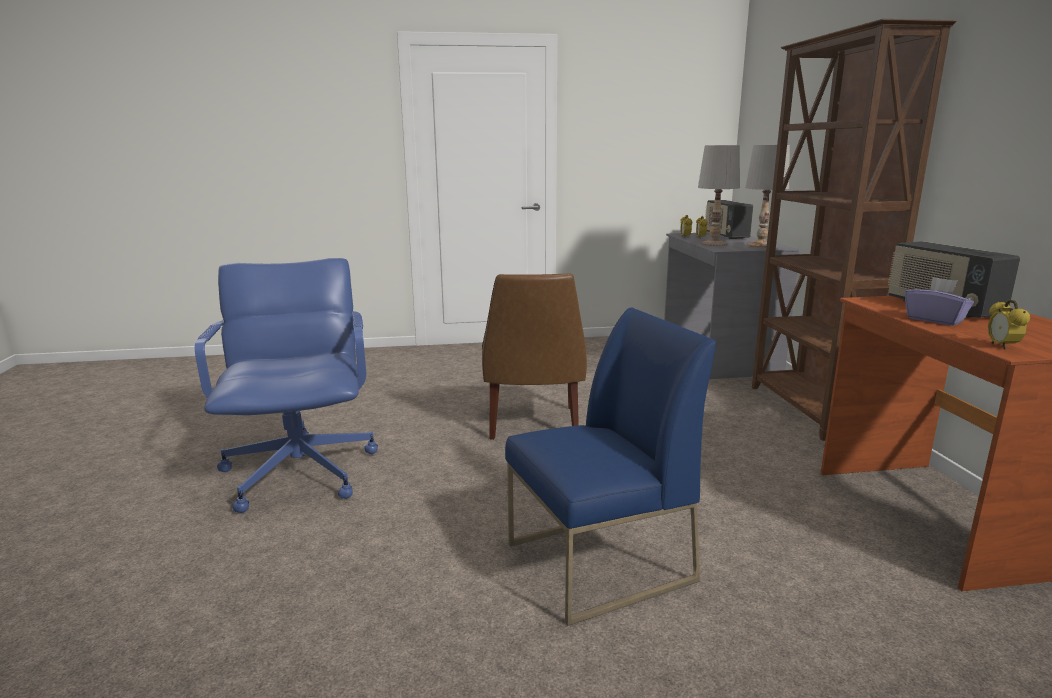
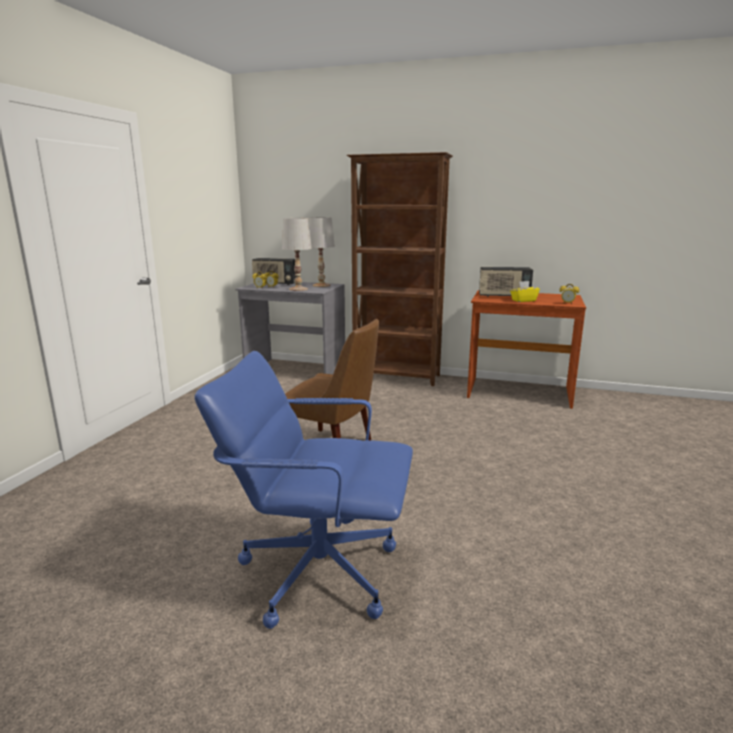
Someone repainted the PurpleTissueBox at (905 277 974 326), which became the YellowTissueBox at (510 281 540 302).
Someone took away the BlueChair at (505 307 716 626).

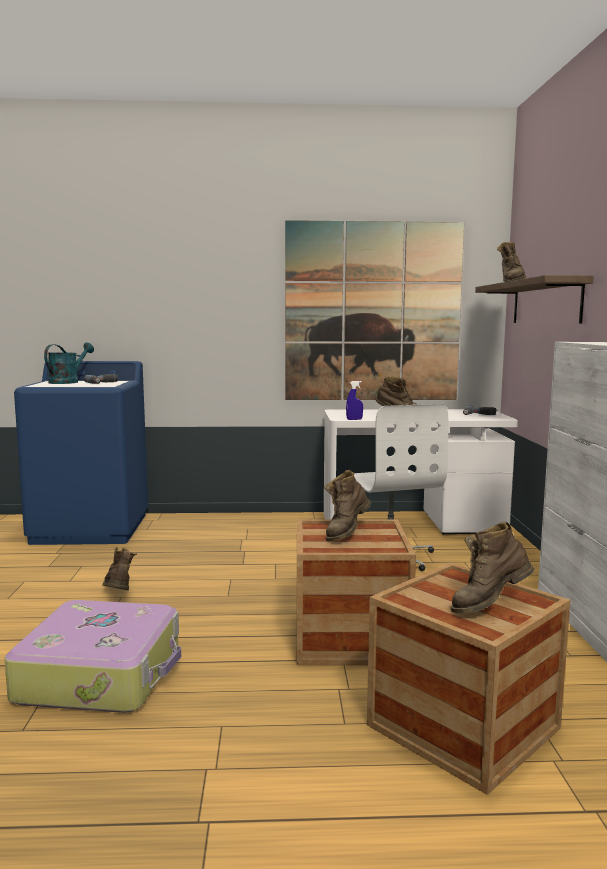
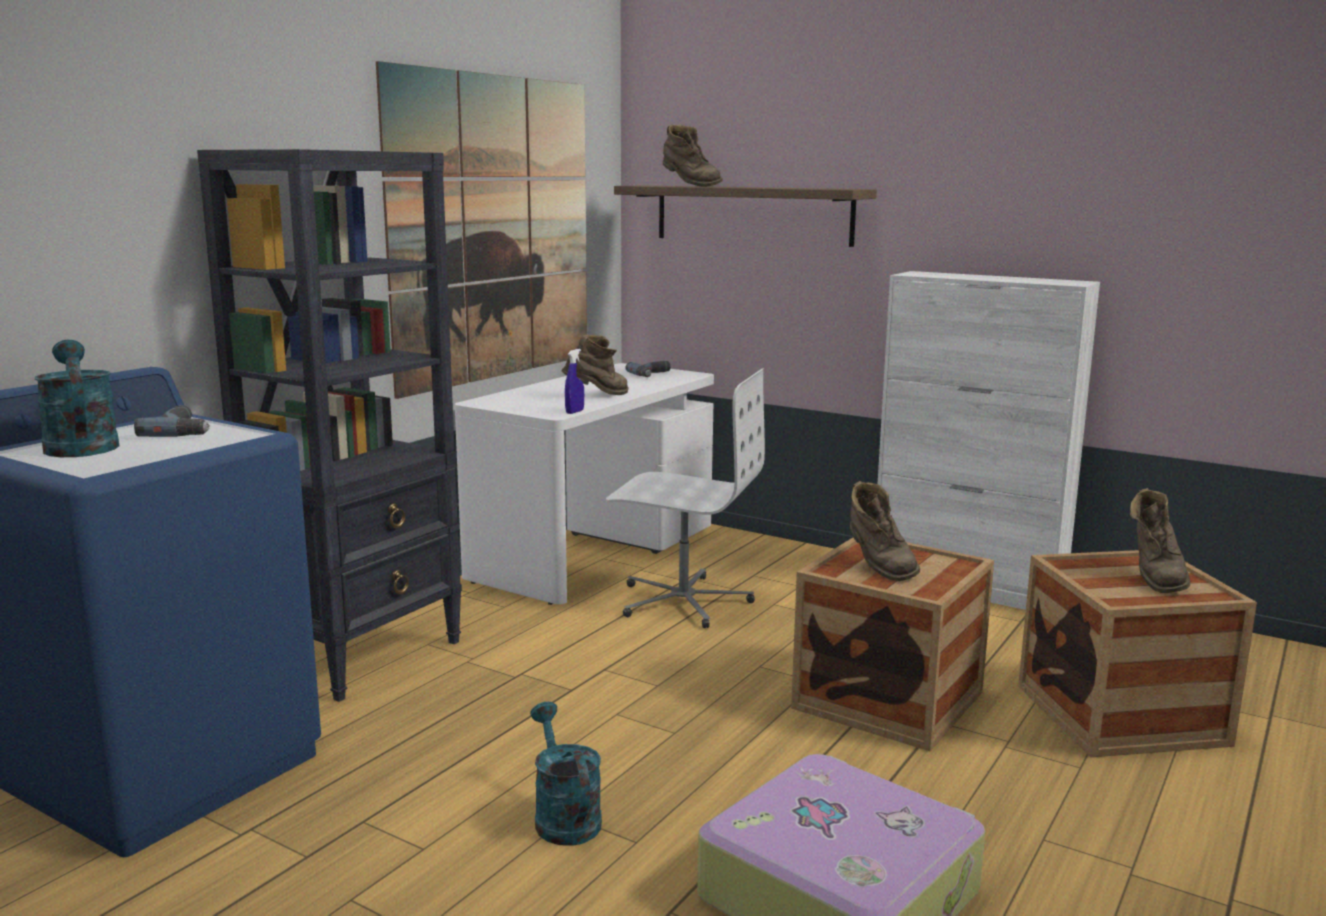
Someone swapped the BrownBoot at (102 547 137 591) for the TurquoiseWateringCan at (530 702 602 846).
Someone put down the BlackBookcase at (197 149 462 702).

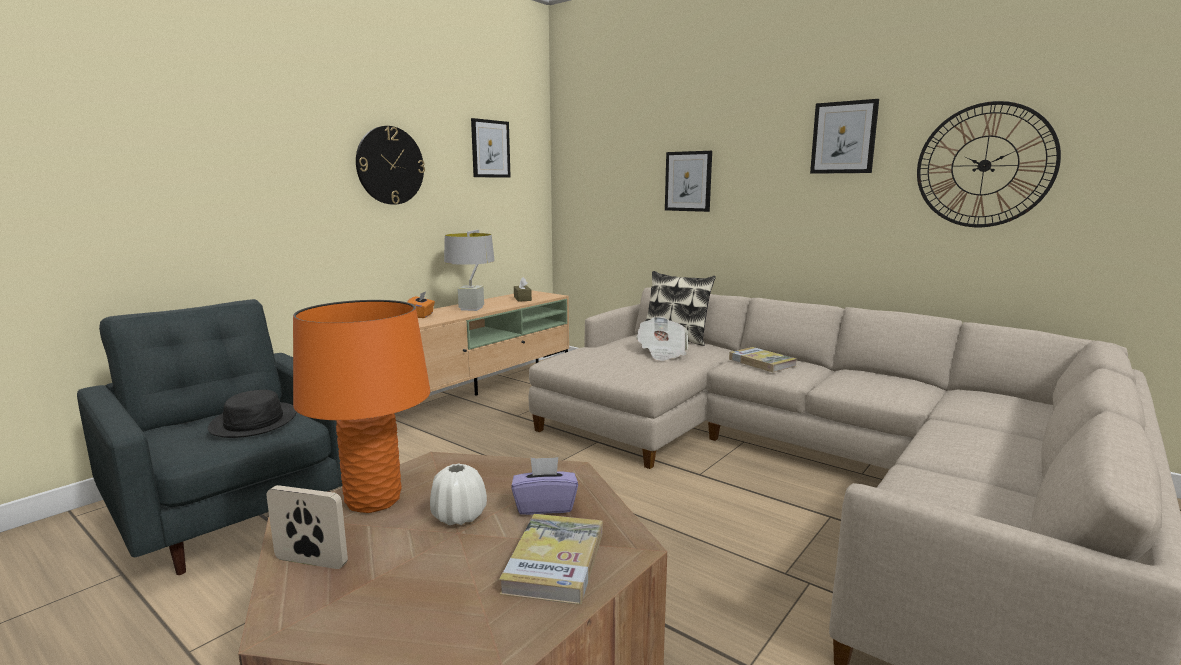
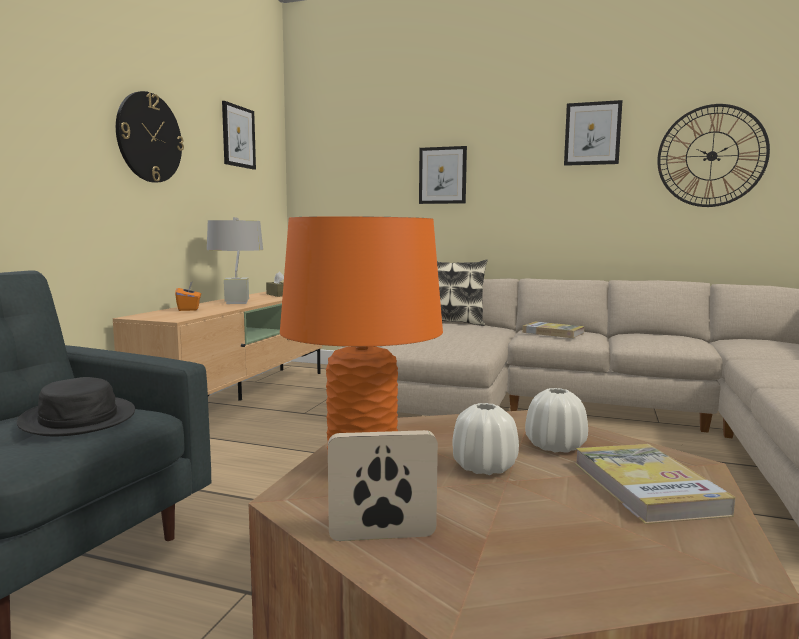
Someone took away the Newspaper at (636 316 688 361).
Someone swapped the PurpleTissueBox at (511 457 578 515) for the WhiteVase at (525 388 588 453).

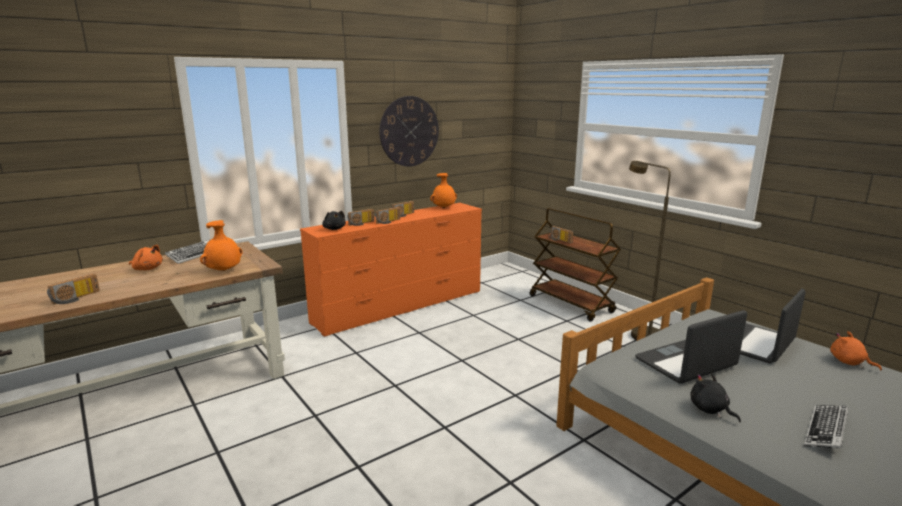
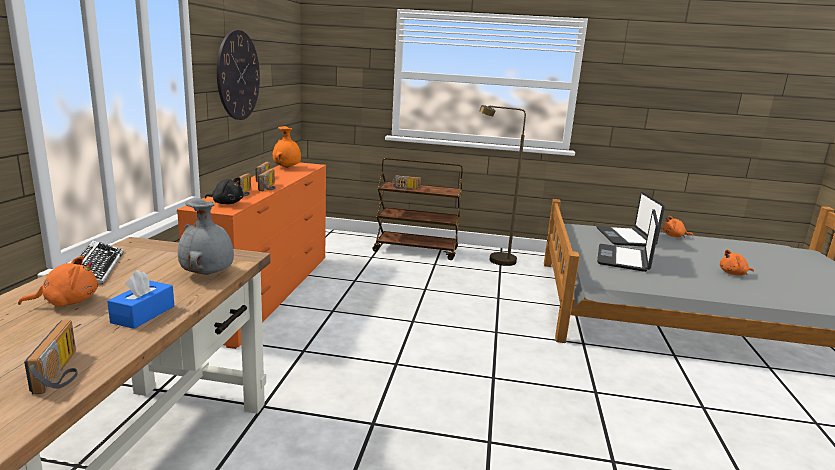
Someone repainted the OrangeVase at (200 220 243 271), which became the GreyVase at (178 198 234 275).
Someone took away the BlackPlushToy at (690 373 741 422).
Someone swapped the Keyboard at (804 405 849 449) for the OrangePlushToy at (720 249 754 275).
Someone put down the BlueTissueBox at (107 270 174 329).

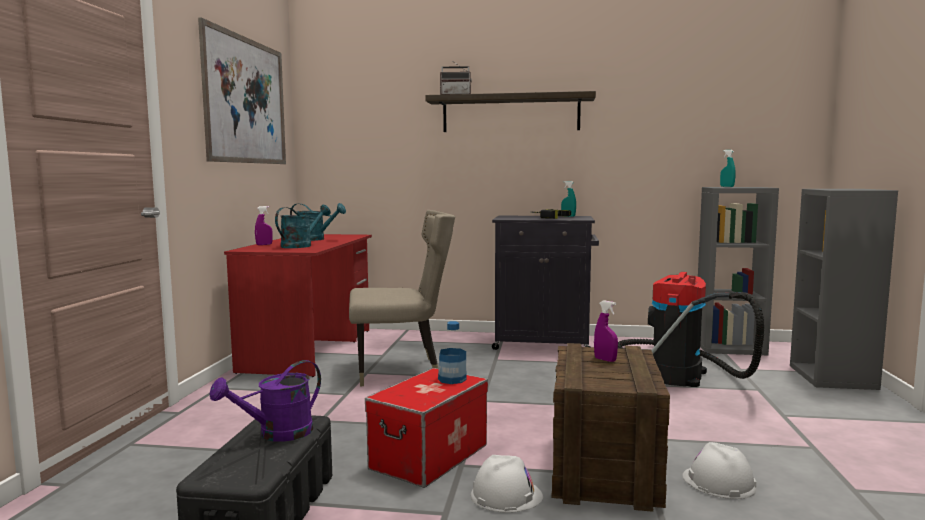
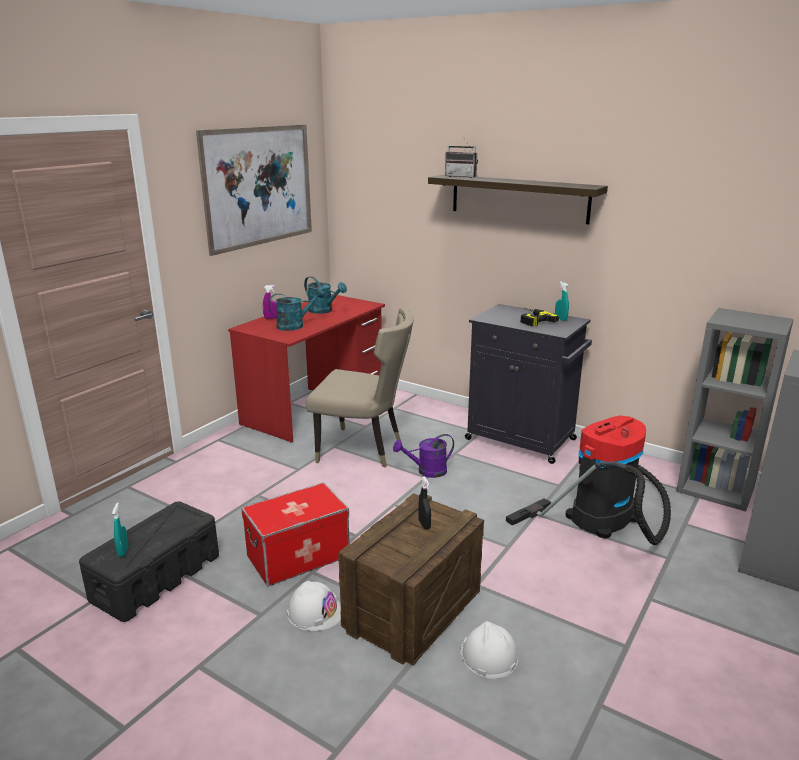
Someone carried the TurquoiseSprayBottle from (720 150 736 187) to (112 503 129 557).
Someone repainted the PurpleSprayBottle at (594 300 618 362), which became the BlackSprayBottle at (418 476 431 530).
Someone took away the Bottle at (438 321 466 384).
Someone carried the PurpleWateringCan from (210 360 321 442) to (393 434 454 478).

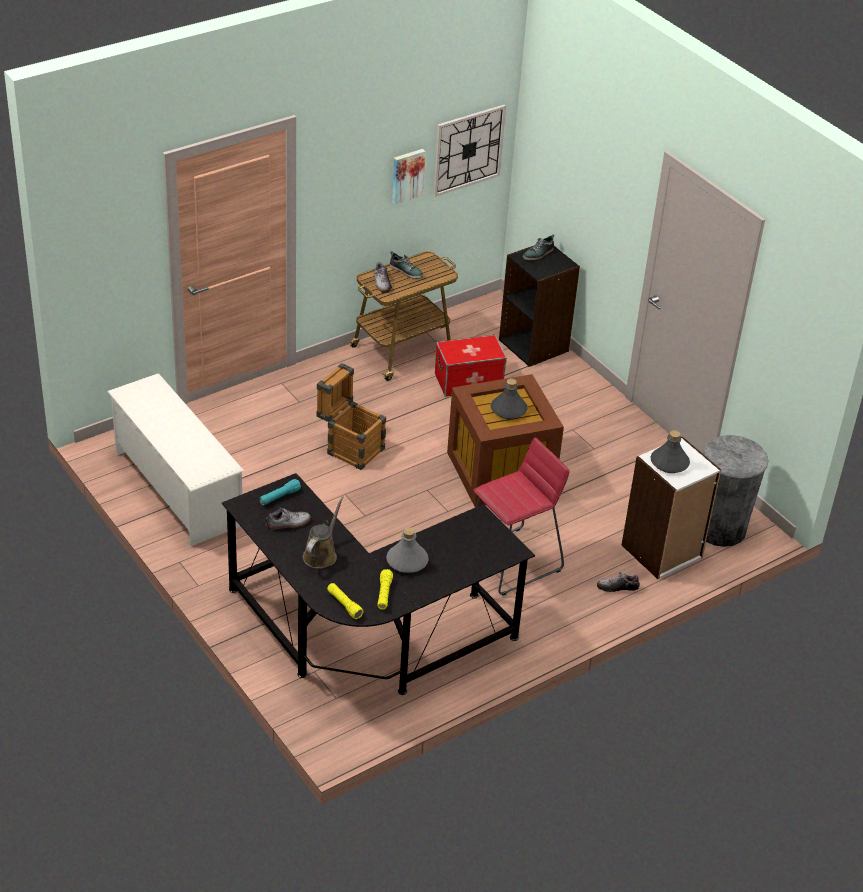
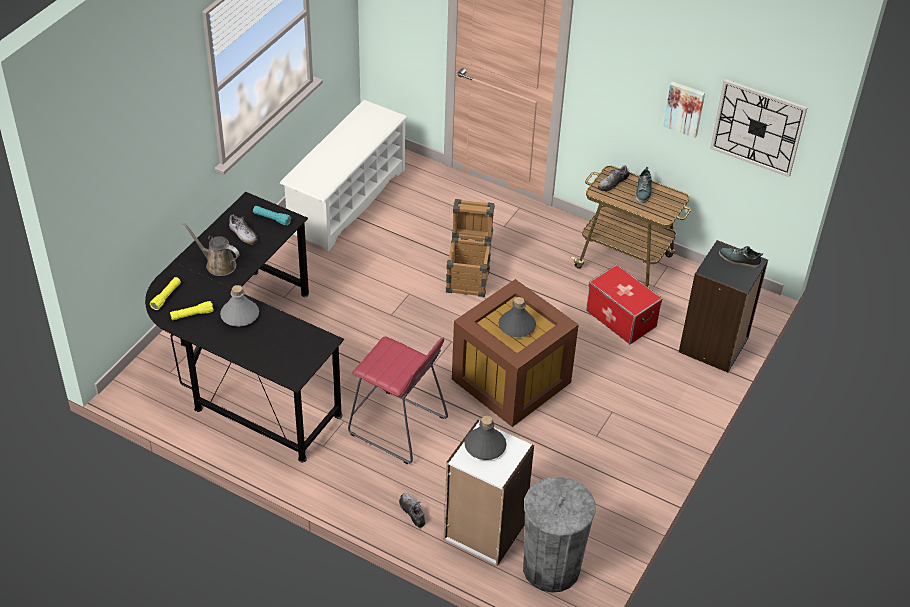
Someone rotated the BrownWateringCan at (303 496 344 569) by 150 degrees counterclockwise.

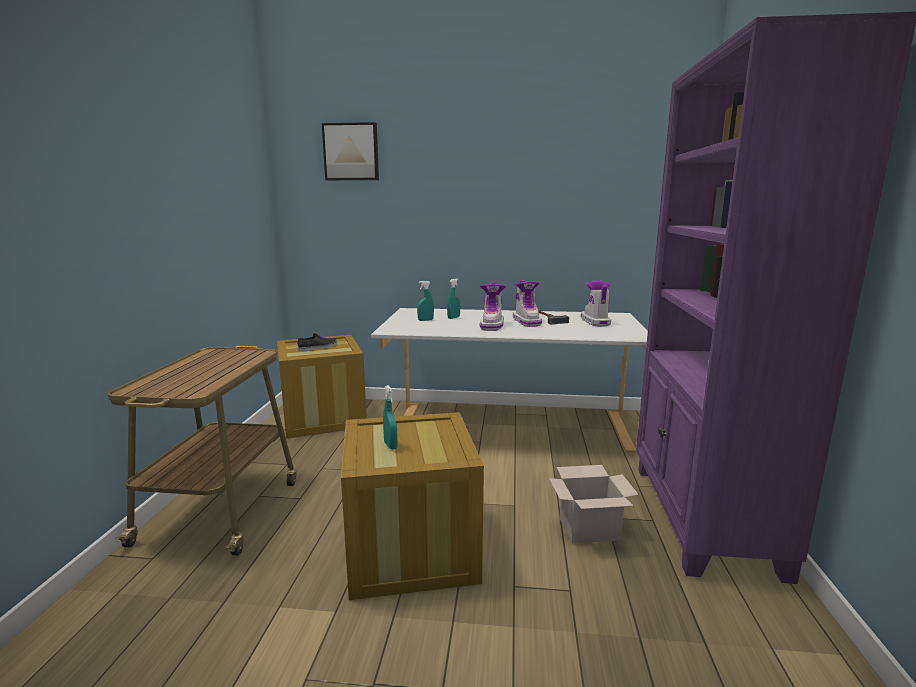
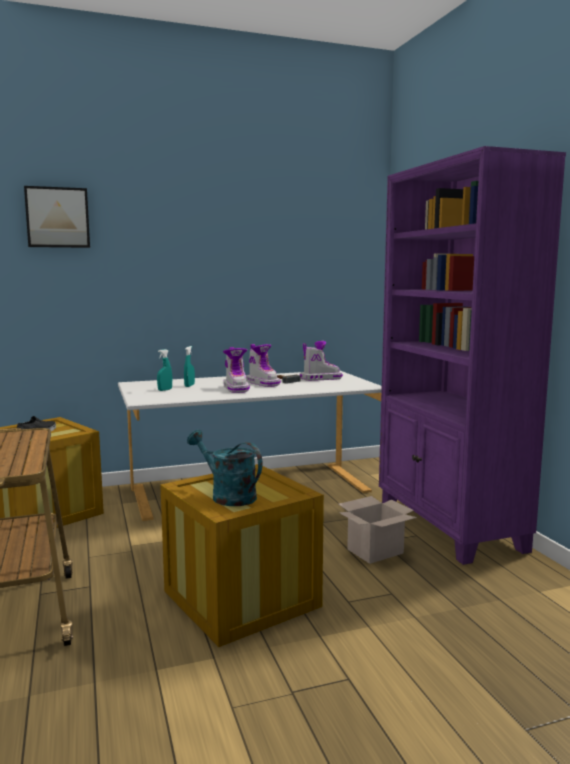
Someone rotated the Boot at (581 280 611 326) by 105 degrees clockwise.
Someone swapped the TurquoiseSprayBottle at (383 385 398 450) for the TurquoiseWateringCan at (187 430 263 506).

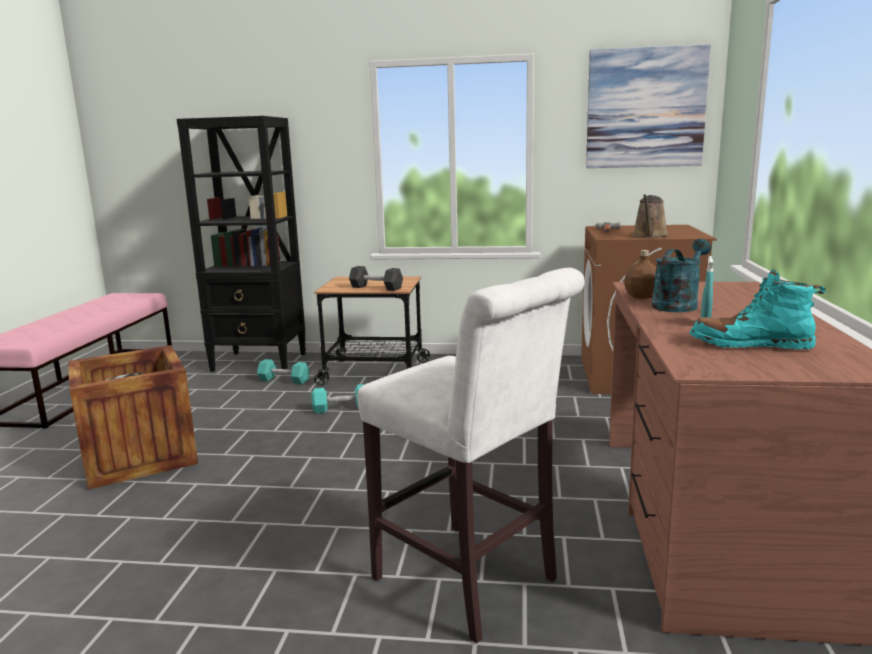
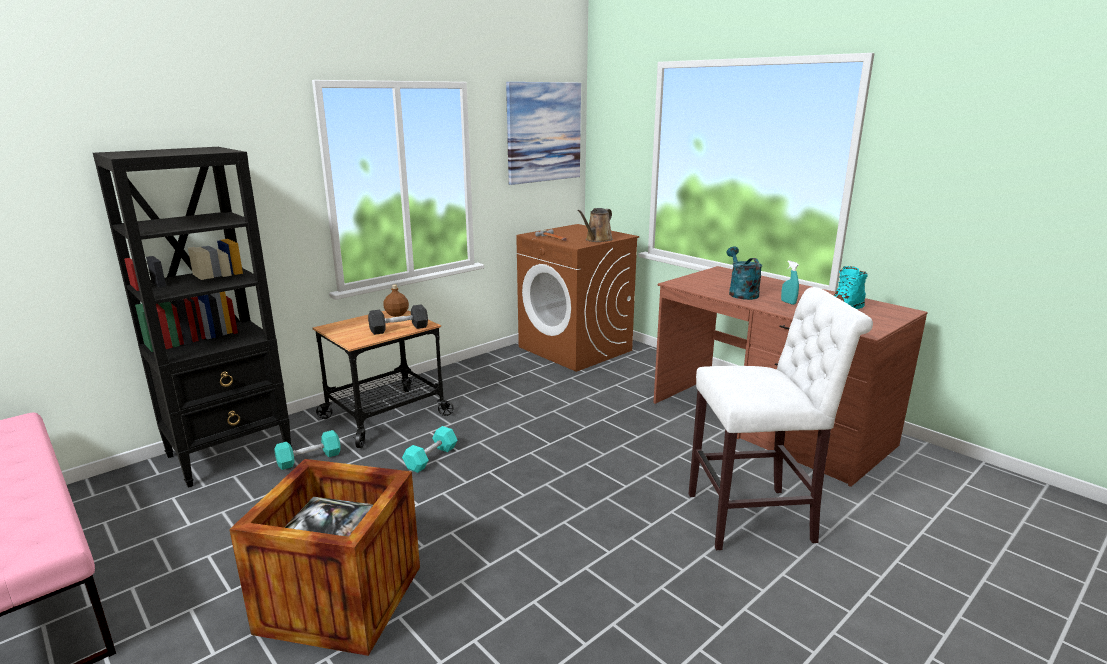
Someone rotated the BrownWateringCan at (632 194 669 238) by 60 degrees clockwise.
Someone carried the BrownBottle from (624 250 656 299) to (383 285 409 317).

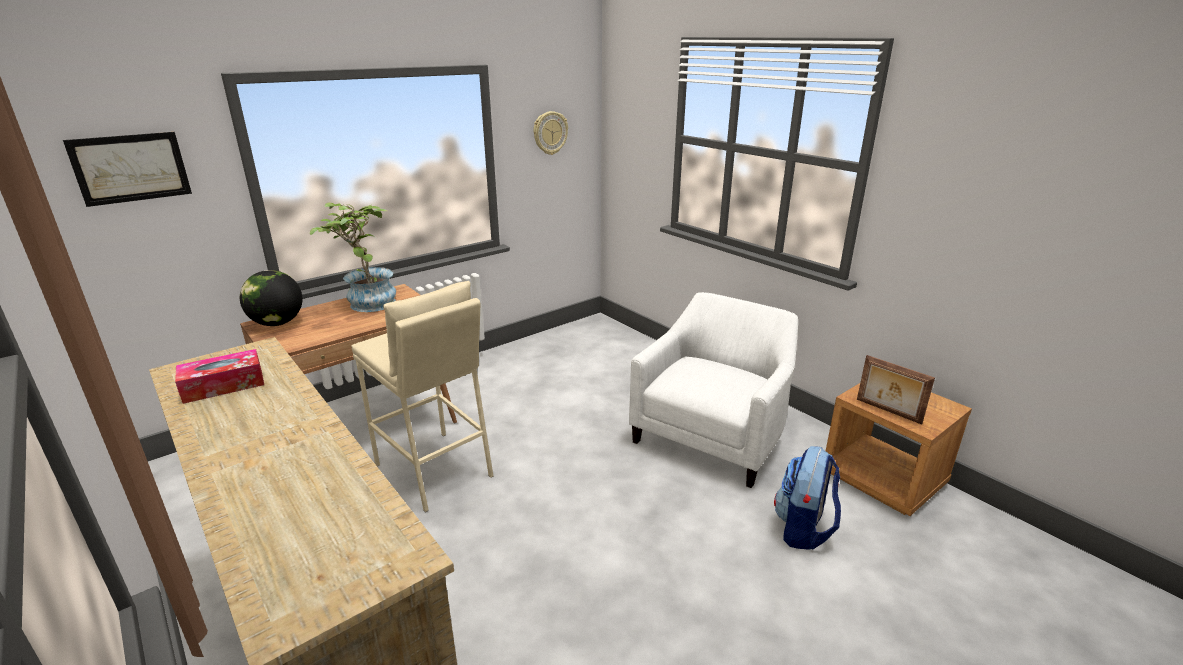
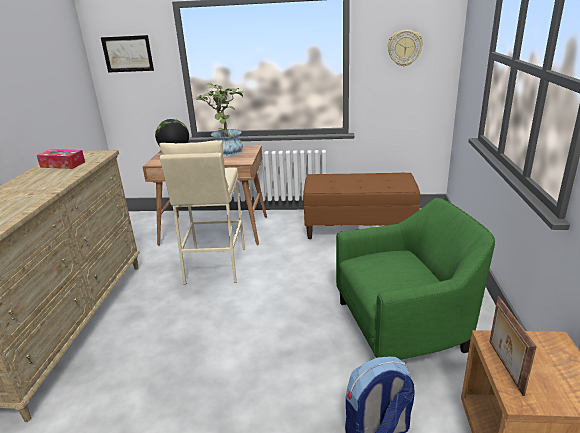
Someone repainted the WhiteArmchair at (629 292 798 488), which became the GreenArmchair at (336 198 495 360).
Someone put down the BrownBench at (303 173 420 239).

